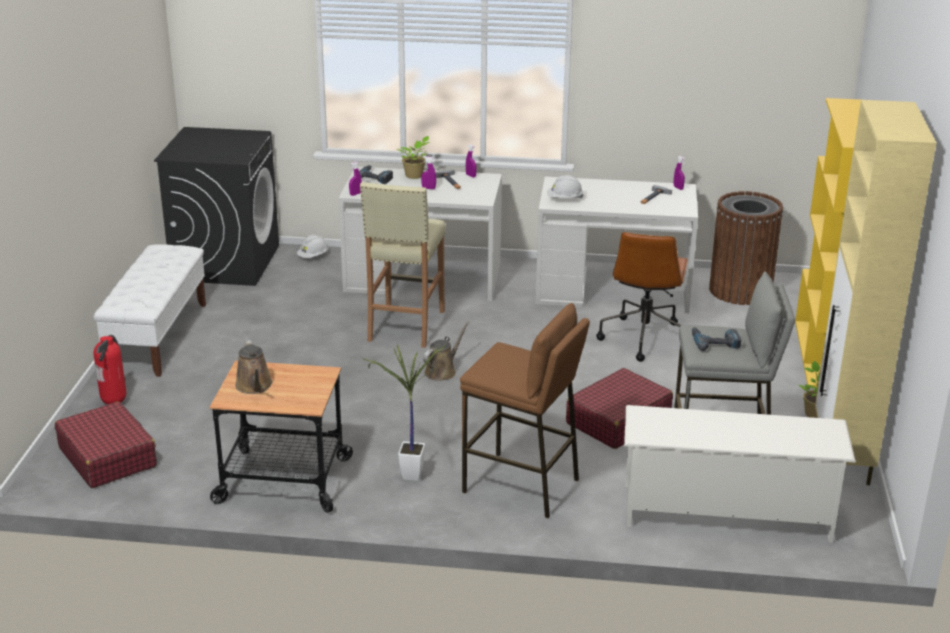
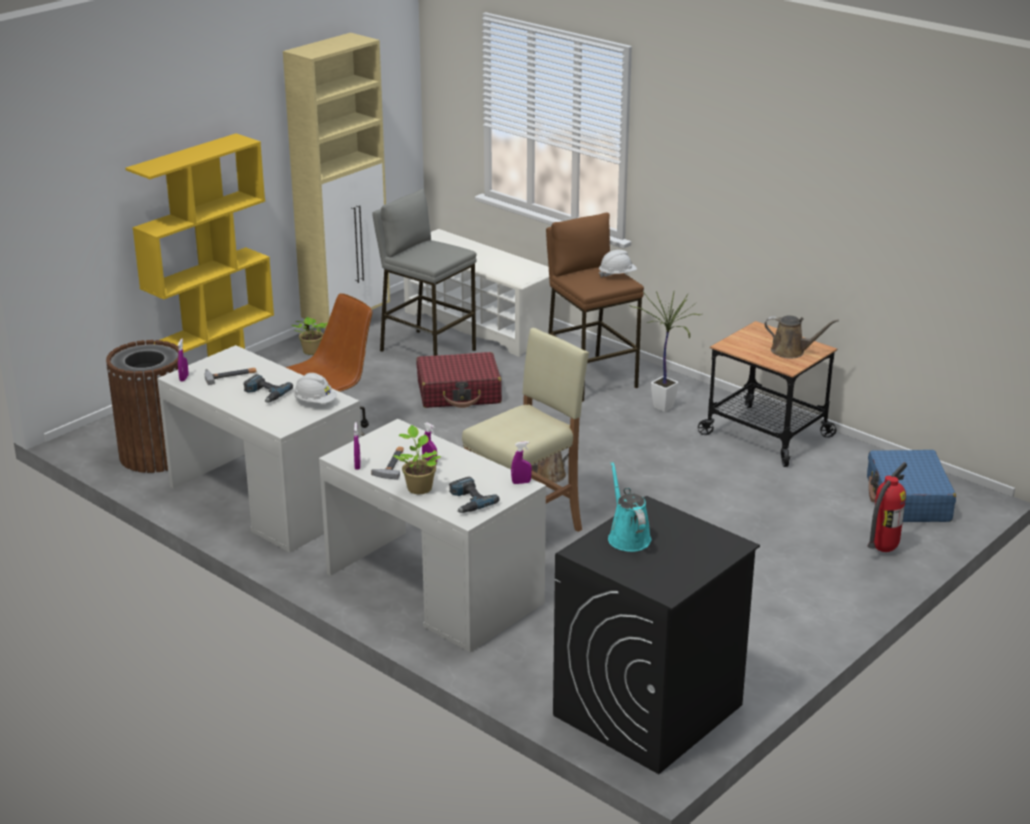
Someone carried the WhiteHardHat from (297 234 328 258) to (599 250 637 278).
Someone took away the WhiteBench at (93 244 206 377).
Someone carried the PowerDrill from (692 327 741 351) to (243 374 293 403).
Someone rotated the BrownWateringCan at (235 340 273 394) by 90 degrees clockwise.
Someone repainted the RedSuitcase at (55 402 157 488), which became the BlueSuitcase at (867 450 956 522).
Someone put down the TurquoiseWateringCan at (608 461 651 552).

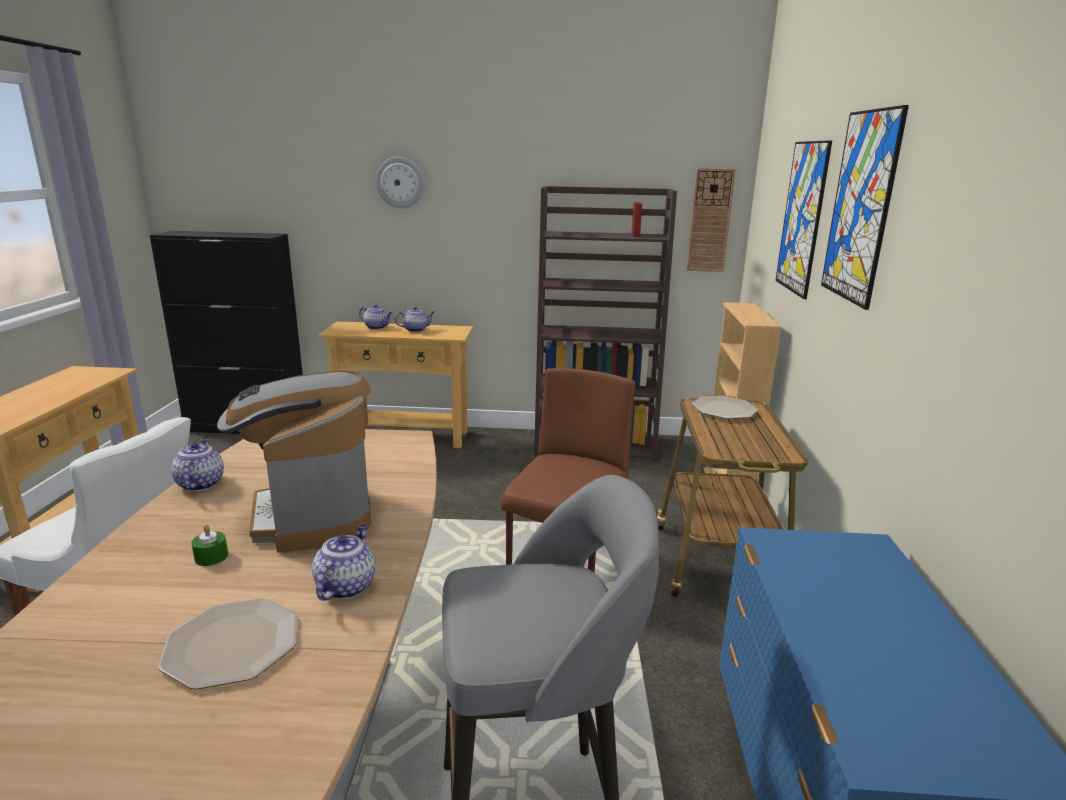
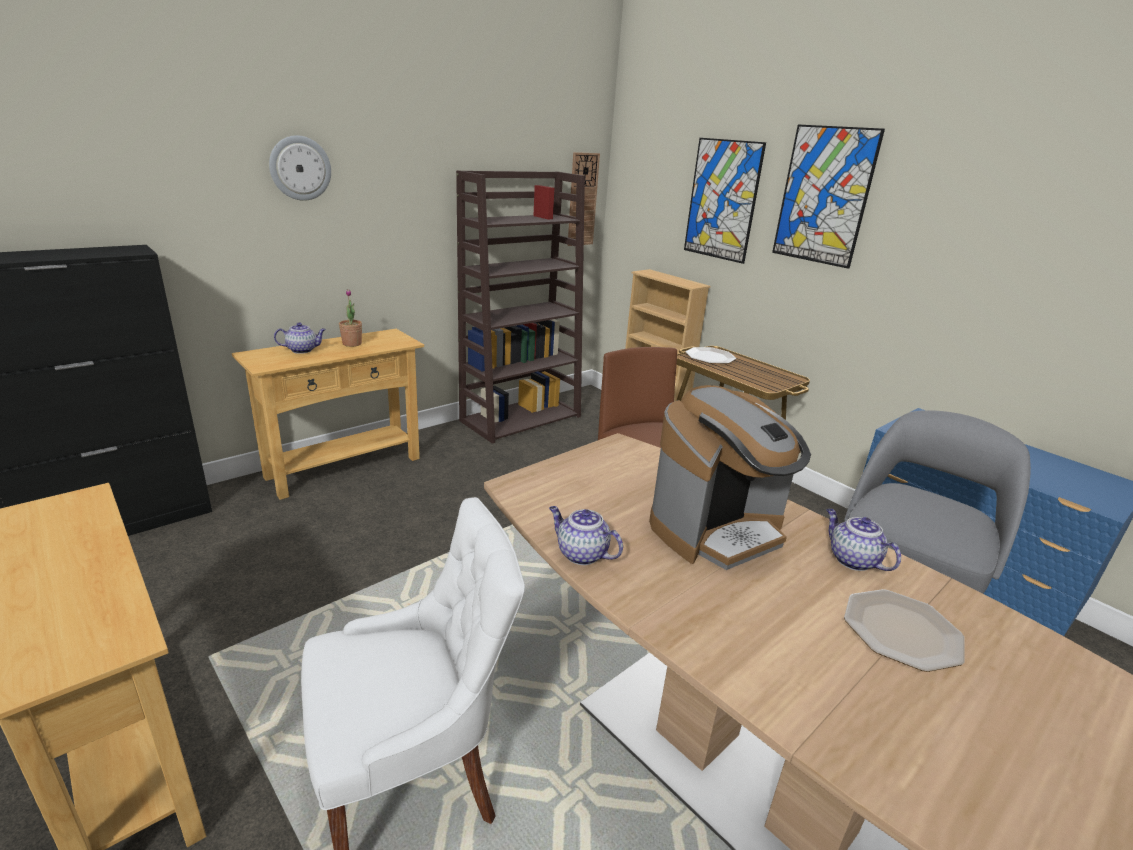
Someone swapped the Teapot at (395 307 434 332) for the PottedPlant at (339 289 362 347).
Someone rotated the CoffeeMachine at (217 371 371 553) by 60 degrees counterclockwise.
Someone took away the GreenCandle at (191 525 228 566).

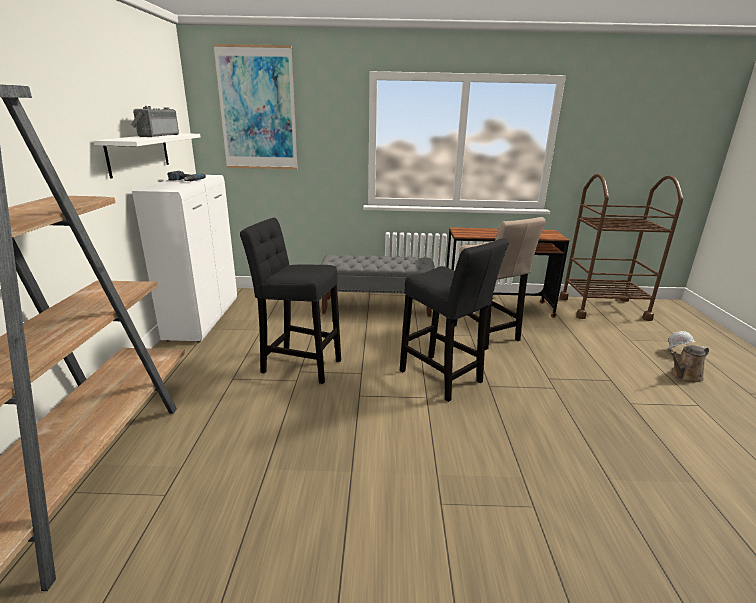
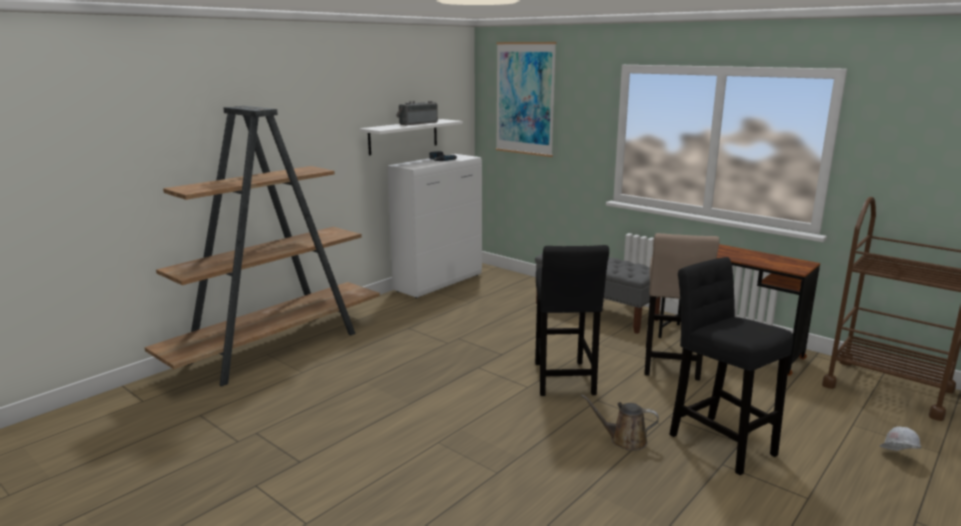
Someone carried the BlackStool from (240 218 341 384) to (669 257 793 475).
Someone carried the BrownWateringCan from (669 345 709 383) to (581 395 659 451).

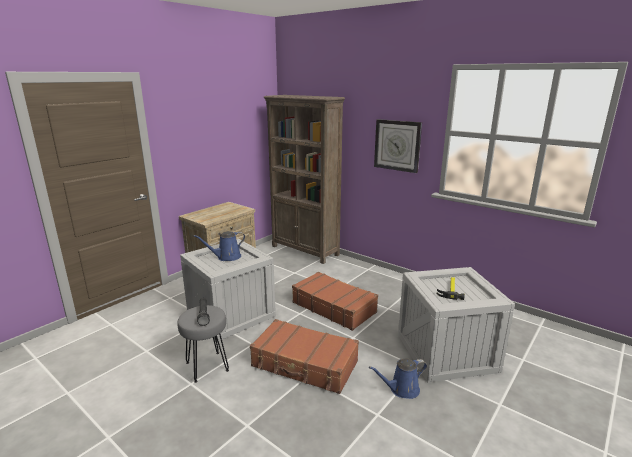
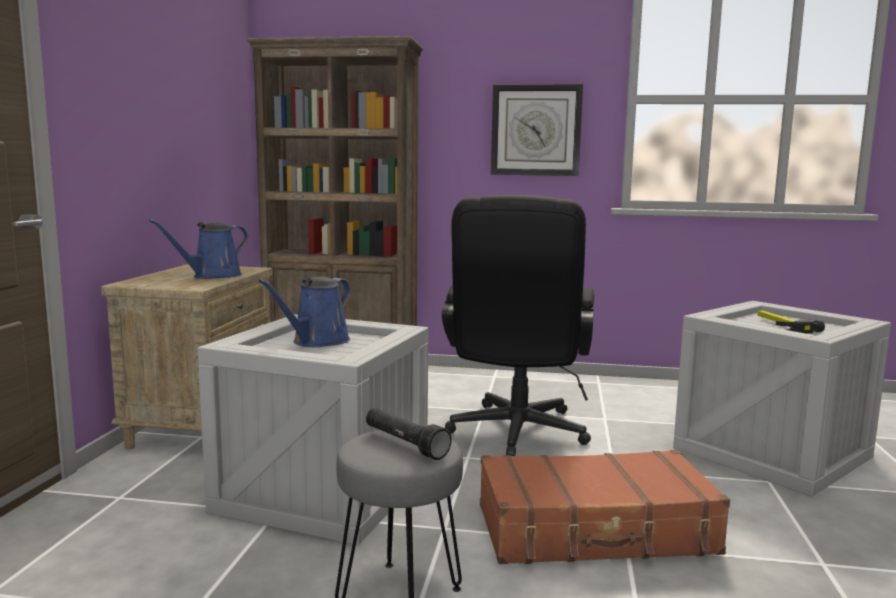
Someone swapped the BrownSuitcase at (292 272 378 331) for the BlackOfficeChair at (442 195 594 456).
Someone carried the BlueWateringCan from (369 359 427 399) to (149 219 248 279).

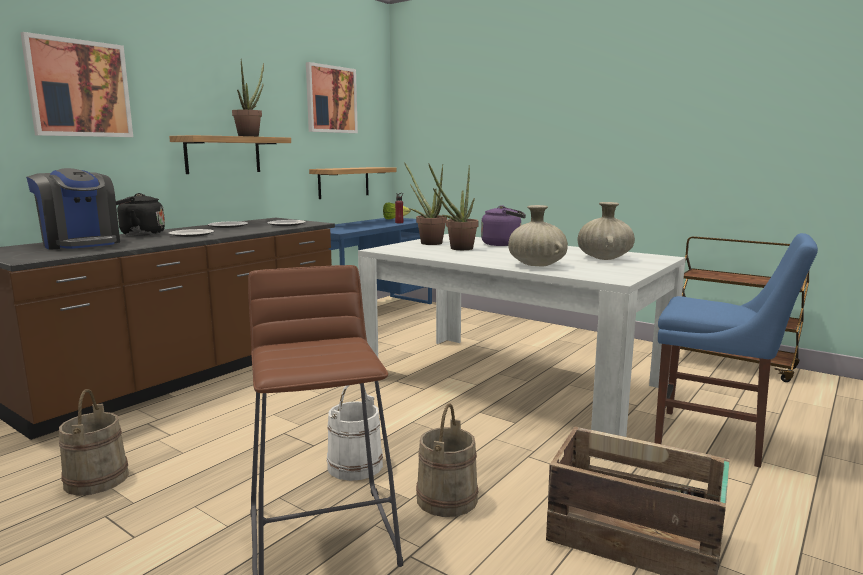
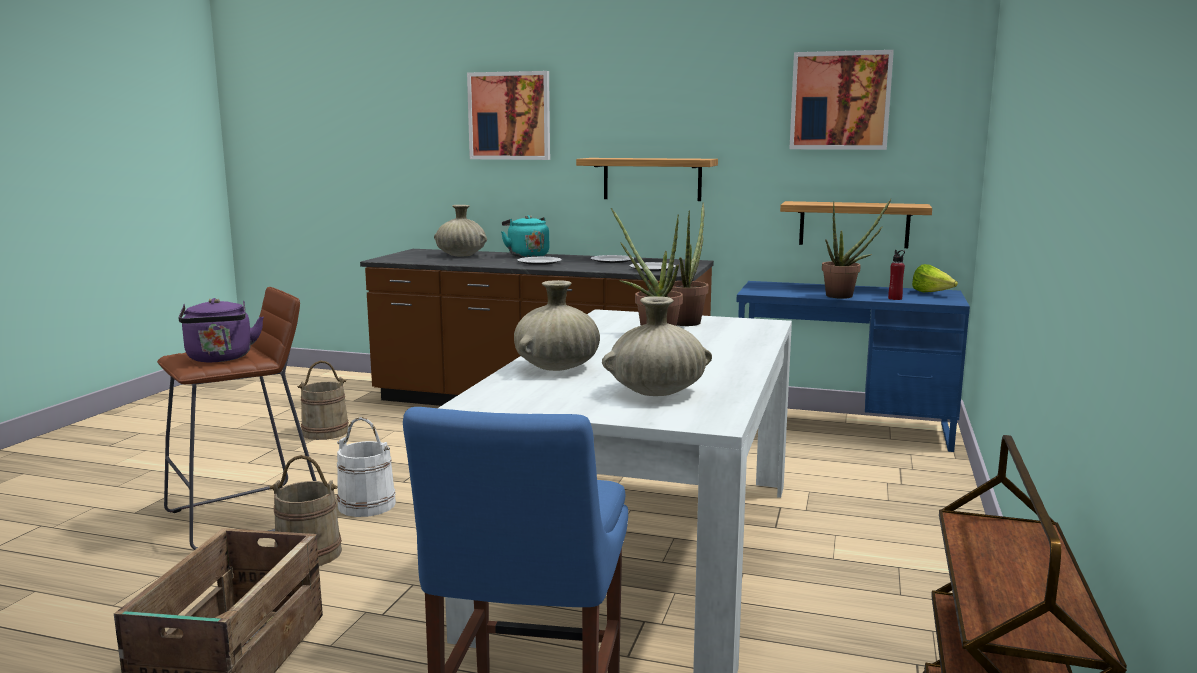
Someone carried the PottedPlant from (232 59 264 137) to (822 199 891 299).
Someone swapped the CoffeeMachine at (26 168 120 250) for the BeigeVase at (434 205 487 256).
Someone repainted the BlackKettle at (116 193 165 236), which became the TurquoiseKettle at (501 215 549 257).
Someone carried the PurpleKettle from (481 205 526 246) to (179 298 264 362).

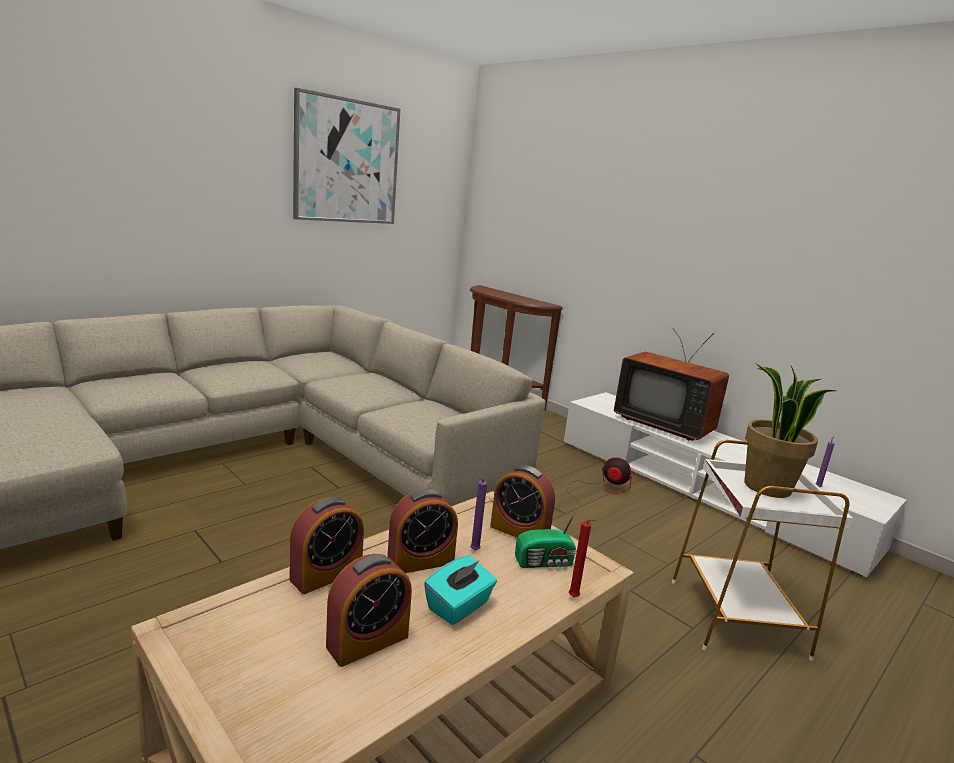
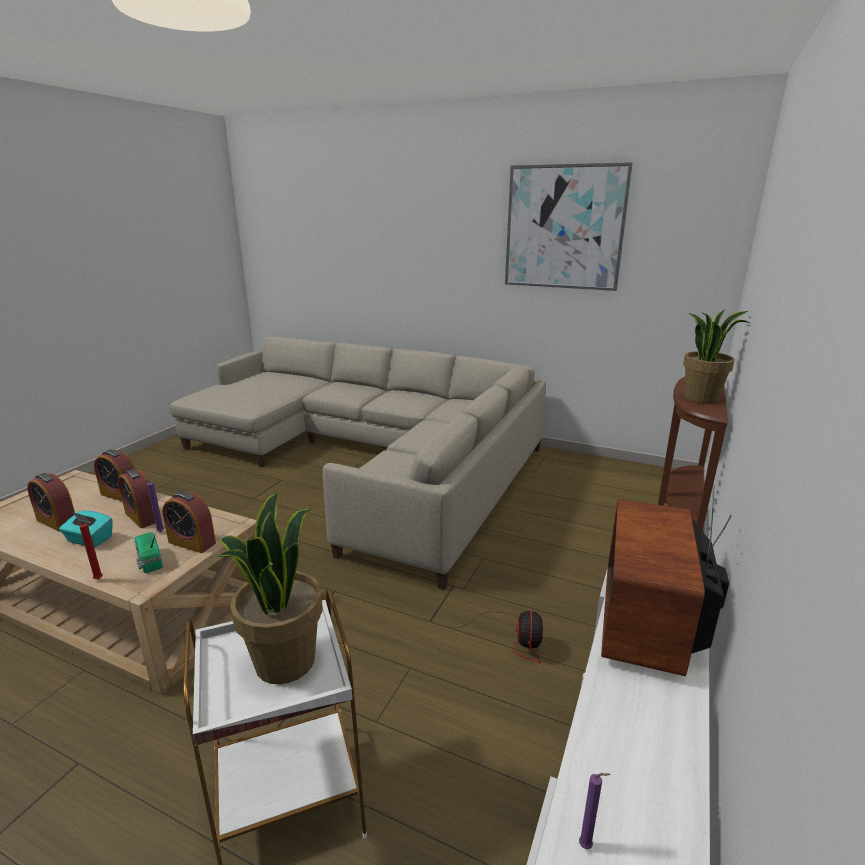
Someone rotated the AlarmClock at (490 465 555 538) by 75 degrees counterclockwise.
Someone put down the PottedPlant at (683 309 750 404).

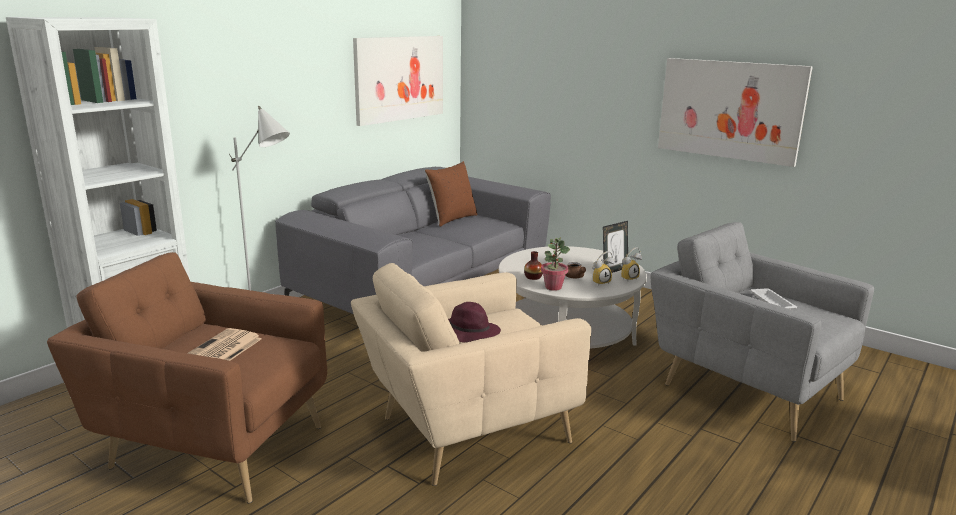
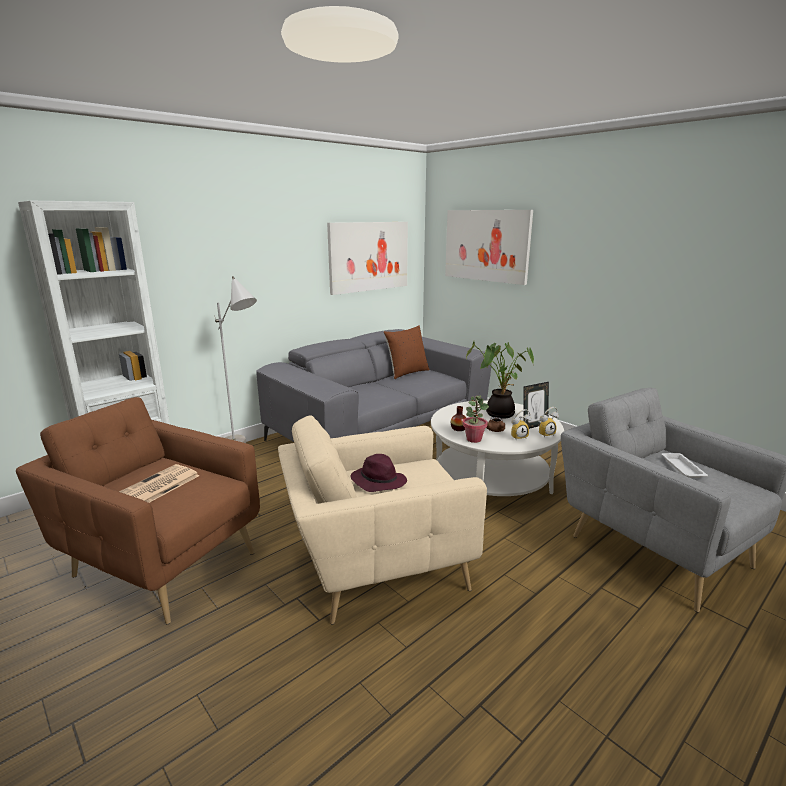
Someone carried the Picture from (658 58 813 167) to (445 210 533 285).
Someone put down the PottedPlant at (466 342 534 419).

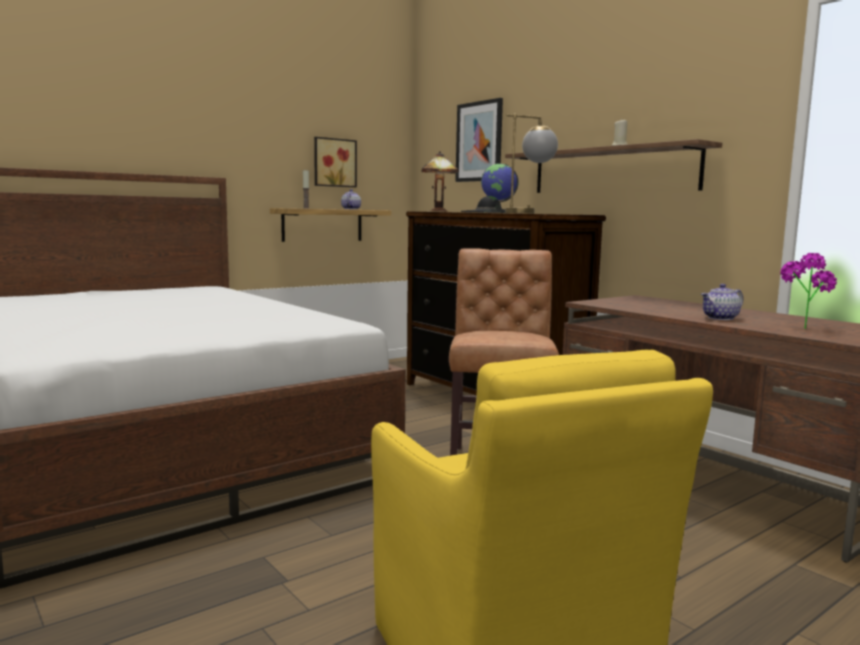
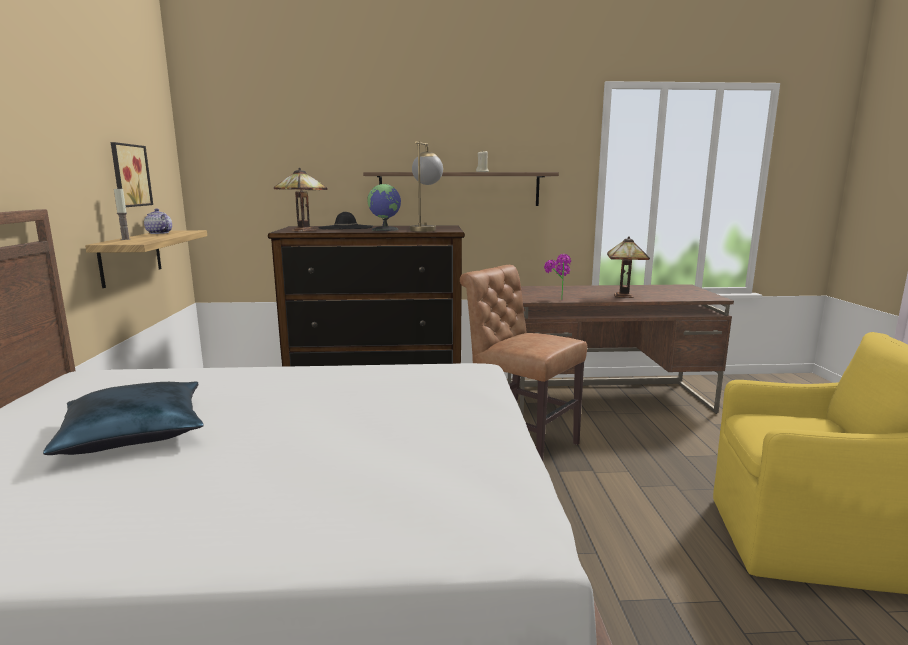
Someone took away the Picture at (455 98 503 182).
Someone carried the PottedPlant from (780 253 837 329) to (544 254 571 300).
Someone swapped the Teapot at (701 284 743 320) for the TableLamp at (607 236 650 298).
Someone put down the BluePillow at (43 382 204 455).

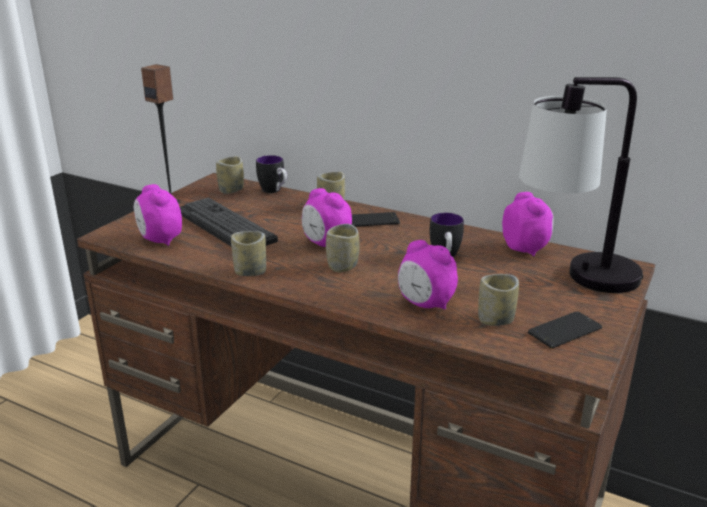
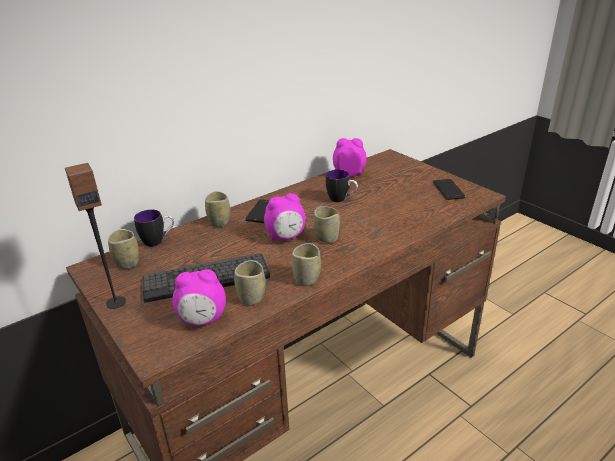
Someone took away the TableLamp at (519 77 643 293).
Someone took away the AlarmClock at (398 240 458 310).
Someone carried the Cup from (478 274 519 326) to (234 260 266 306).

